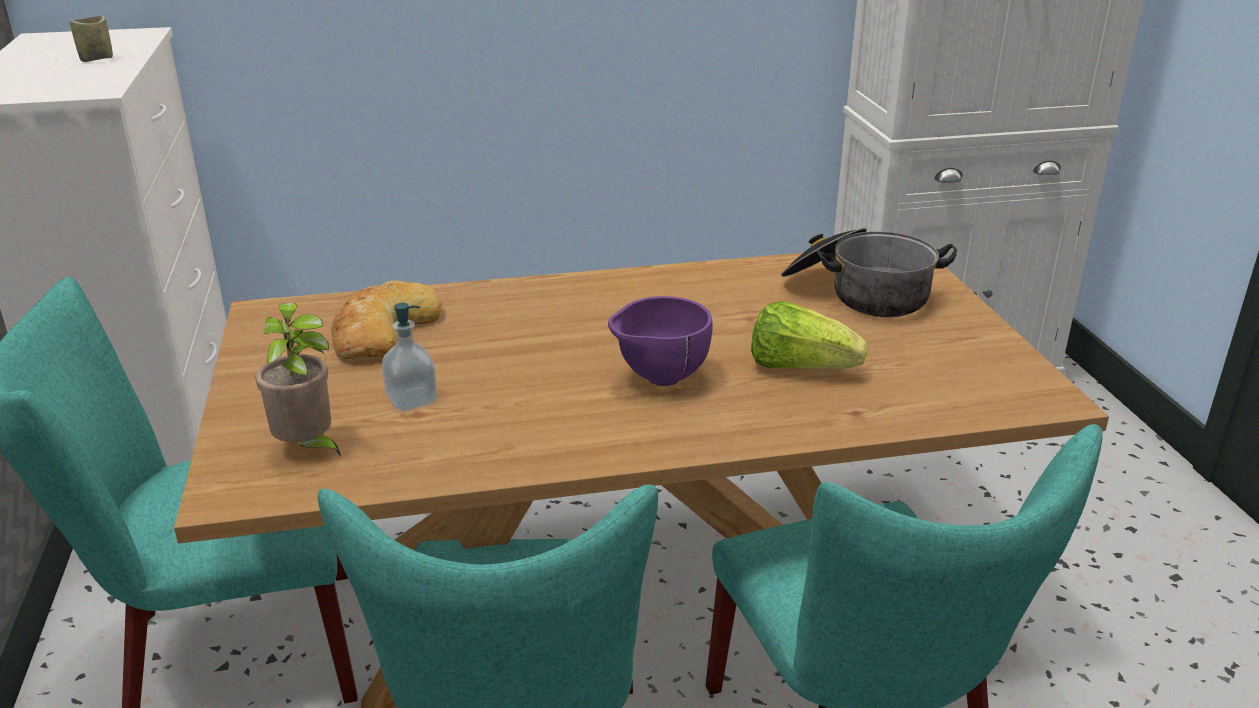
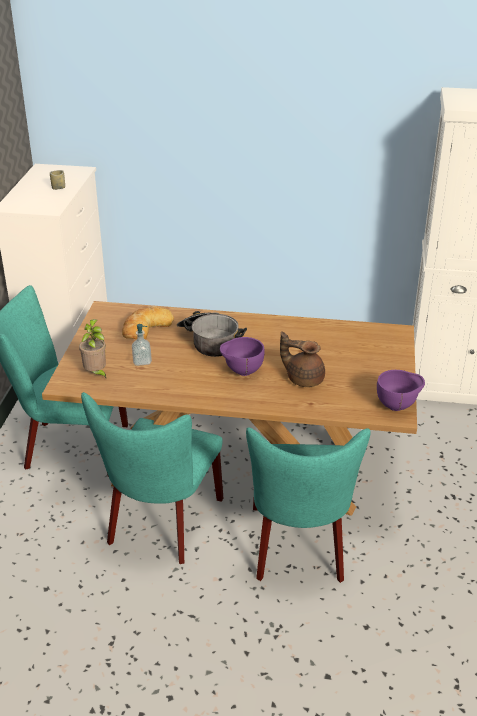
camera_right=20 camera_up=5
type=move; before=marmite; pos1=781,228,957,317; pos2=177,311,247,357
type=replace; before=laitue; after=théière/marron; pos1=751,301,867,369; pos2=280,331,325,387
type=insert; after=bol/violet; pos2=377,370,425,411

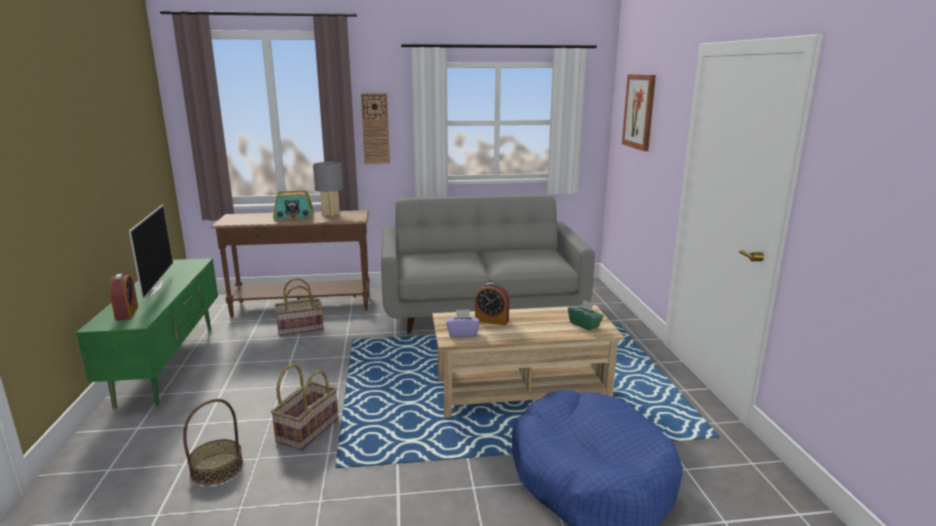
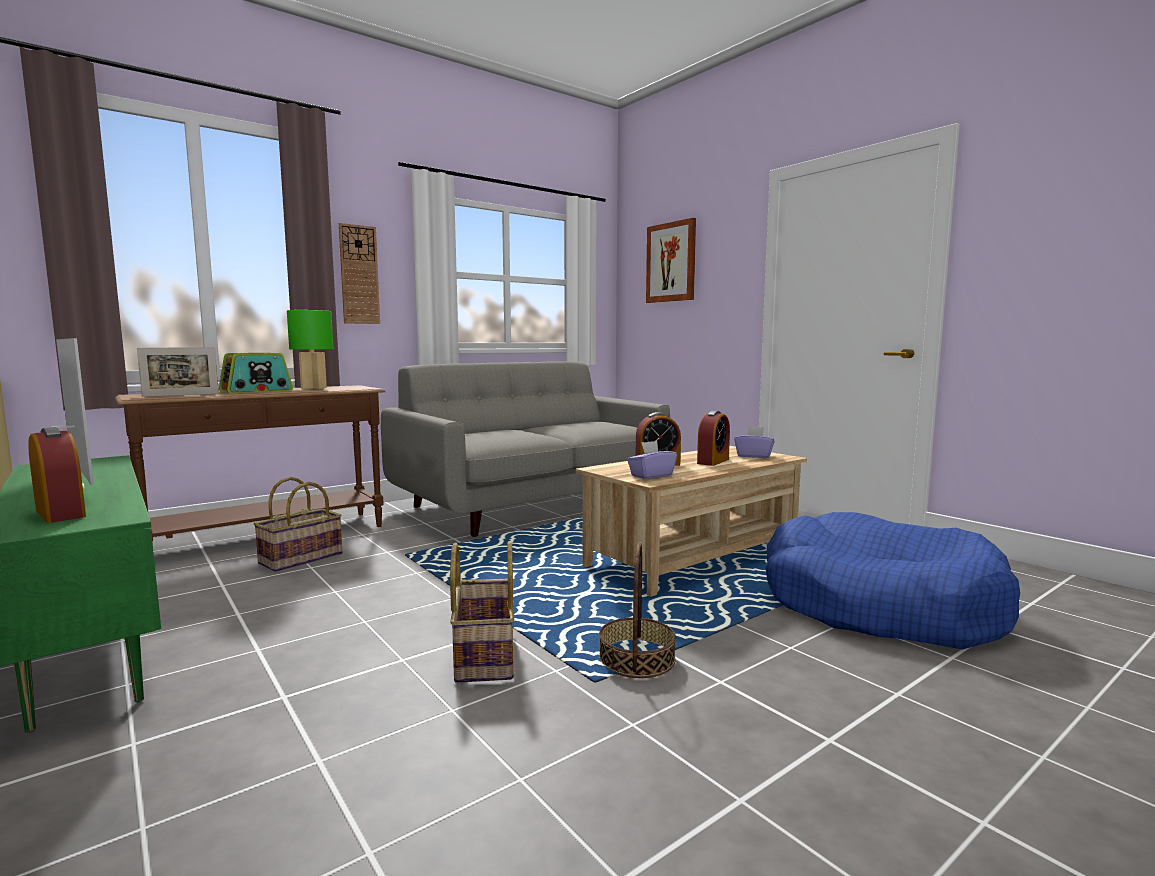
camera_right=-30 camera_up=-10
type=insert; after=cadre photo; pos2=137,347,219,397
type=recolor; before=lampe de table/gris; after=lampe de table/vert; pos1=313,162,343,217; pos2=287,310,333,389
type=move; before=panier; pos1=183,399,243,485; pos2=599,542,676,678
type=insert; after=réveil; pos2=697,411,730,466
type=recolor; before=boîte à mouchoirs/vert; after=boîte à mouchoirs/violet; pos1=568,300,603,330; pos2=734,427,775,458

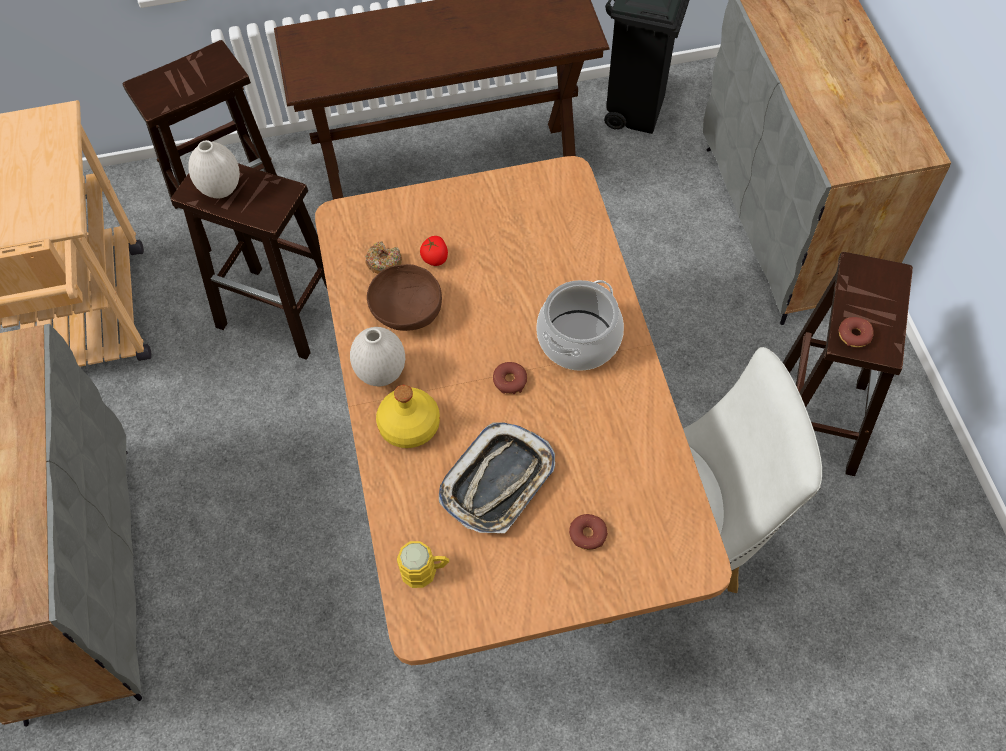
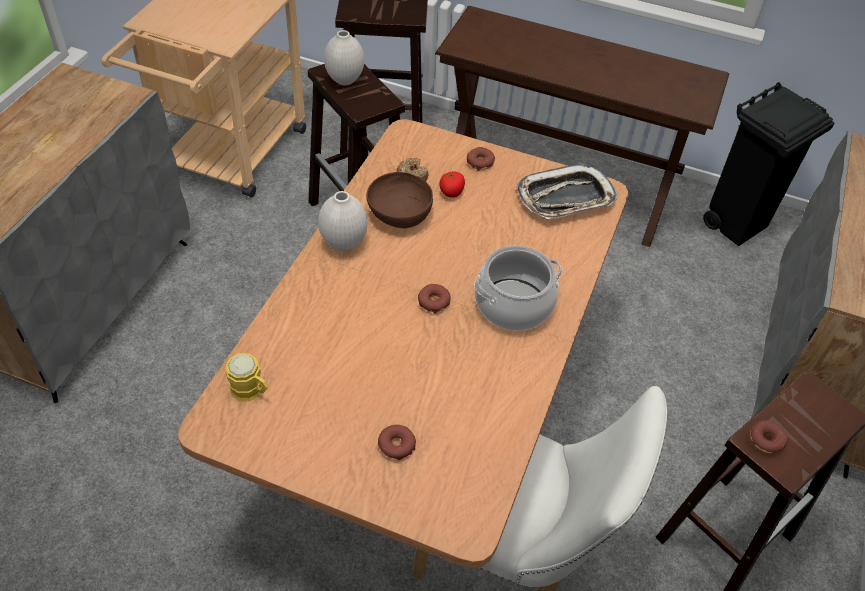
camera_right=30 camera_up=-10
type=insert; after=beignet; pos2=467,147,495,171
type=move; before=plateau; pos1=439,422,555,533; pos2=517,164,617,219
type=delete; before=bouteille/jaune; pos1=376,385,440,448

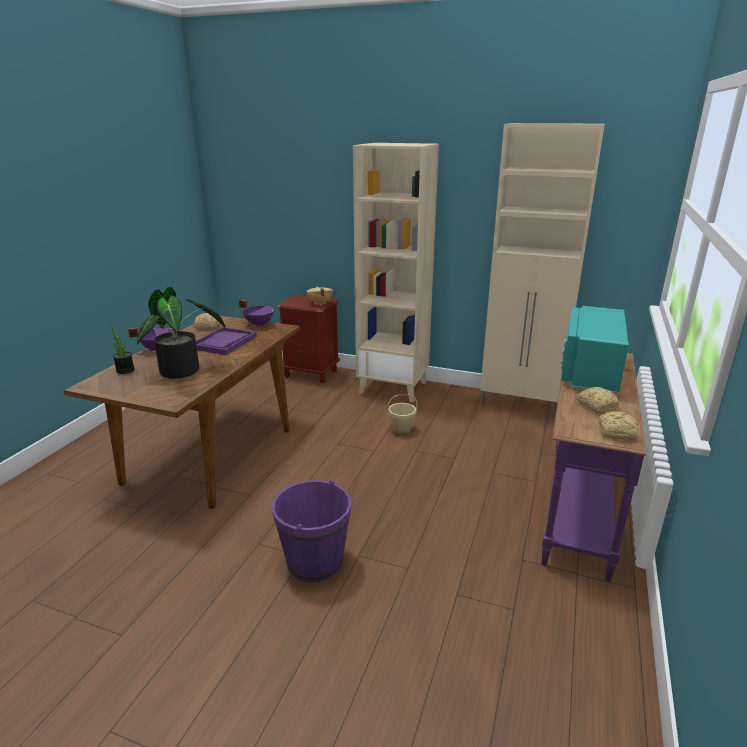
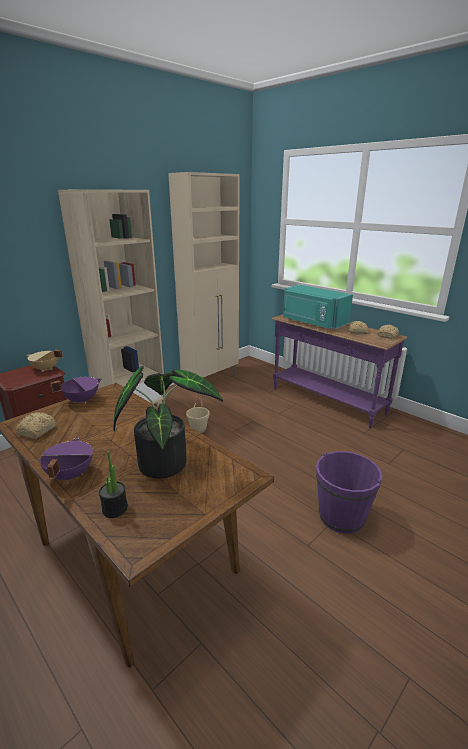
camera_right=-65 camera_up=0
type=delete; before=plateau/violet; pos1=196,327,257,355

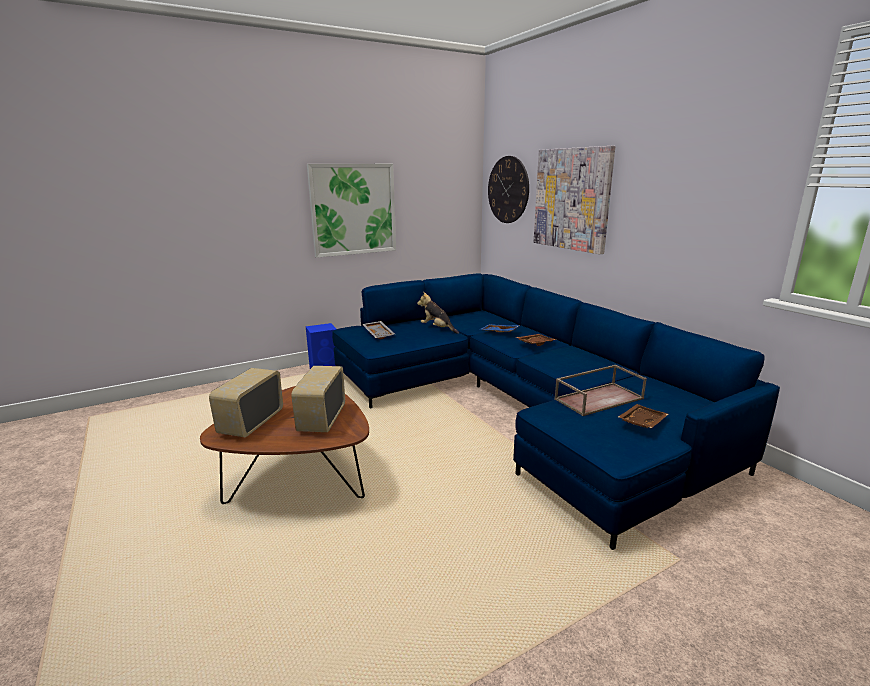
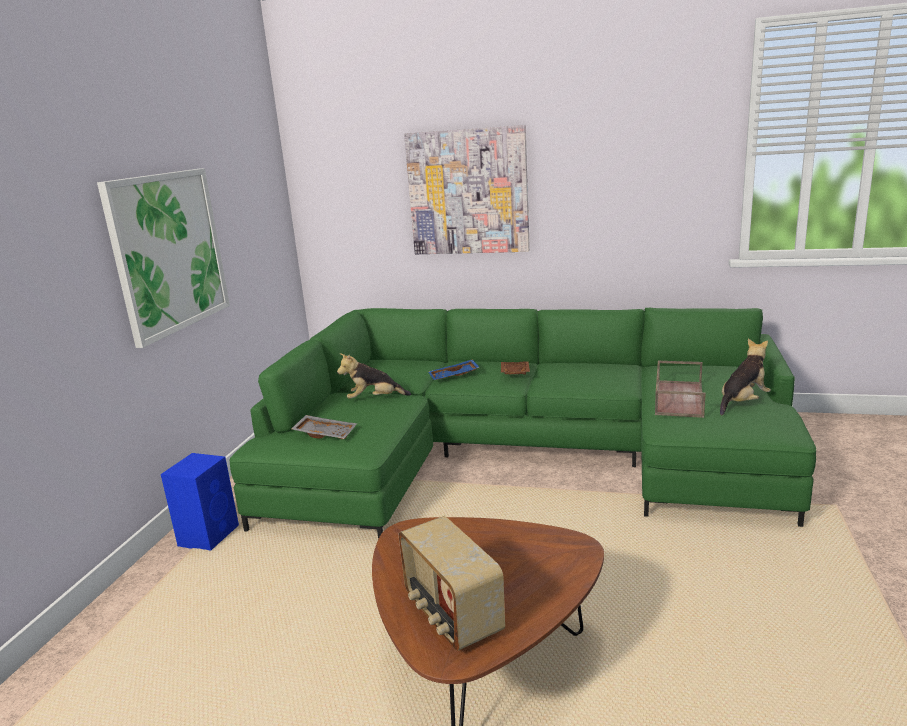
camera_right=-45 camera_up=0
type=recolor; before=canapé/bleu; after=canapé/vert; pos1=332,273,780,550; pos2=230,308,816,539
type=replace; before=plateau/marron; after=peluche; pos1=618,404,669,428; pos2=720,339,771,415
type=delete; before=radio; pos1=291,366,345,432
type=delete; before=horloge murale; pos1=488,156,529,223

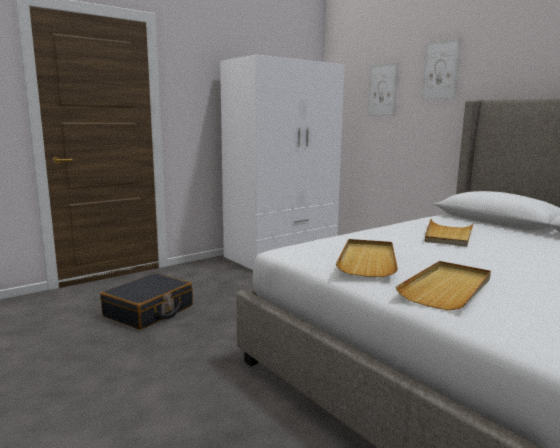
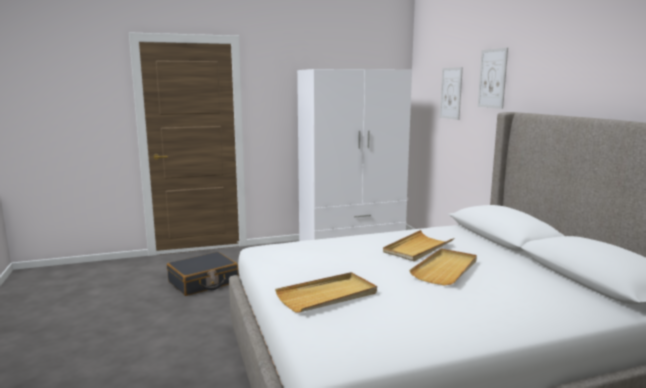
camera_right=20 camera_up=0
type=move; before=plateau/beige; pos1=336,239,398,277; pos2=409,248,477,286

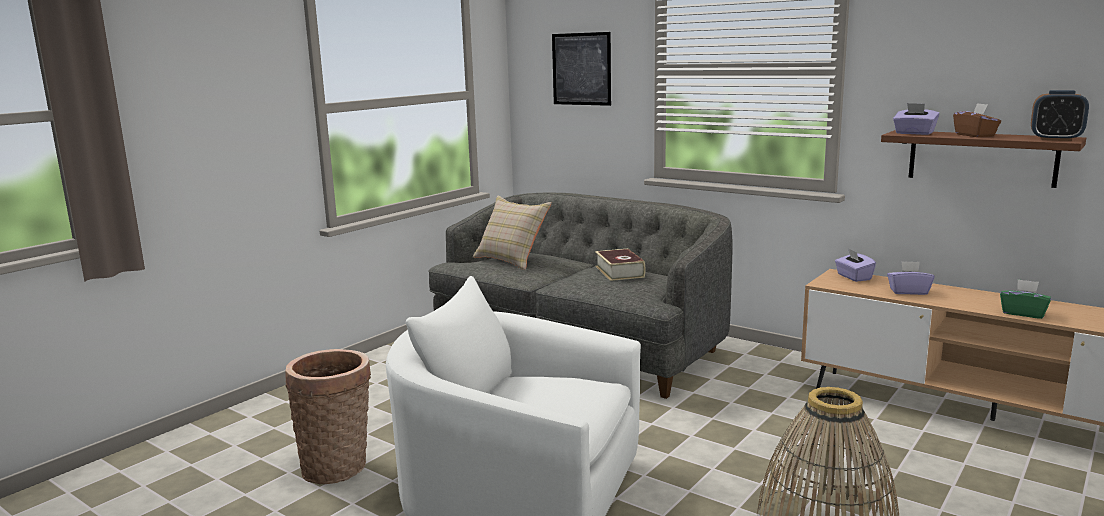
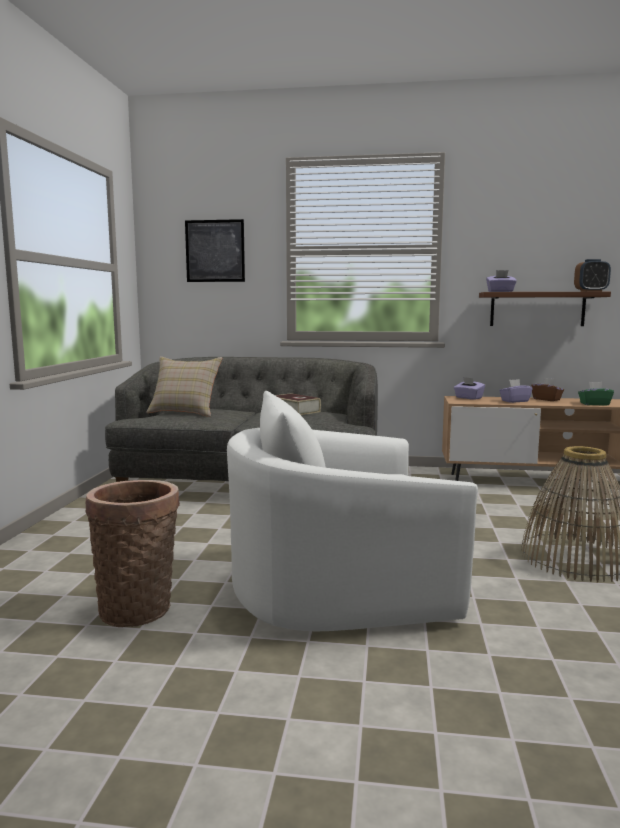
camera_right=-30 camera_up=-5
type=move; before=boîte à mouchoirs/marron; pos1=953,103,1001,137; pos2=531,378,564,401

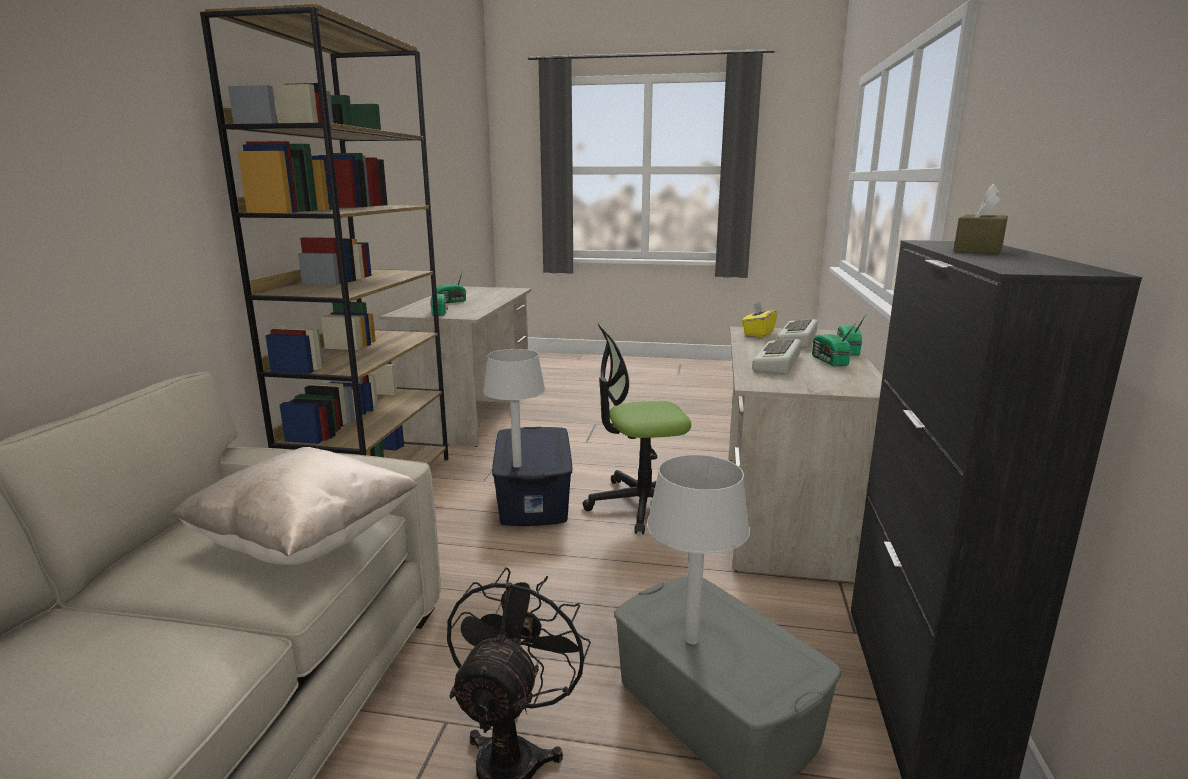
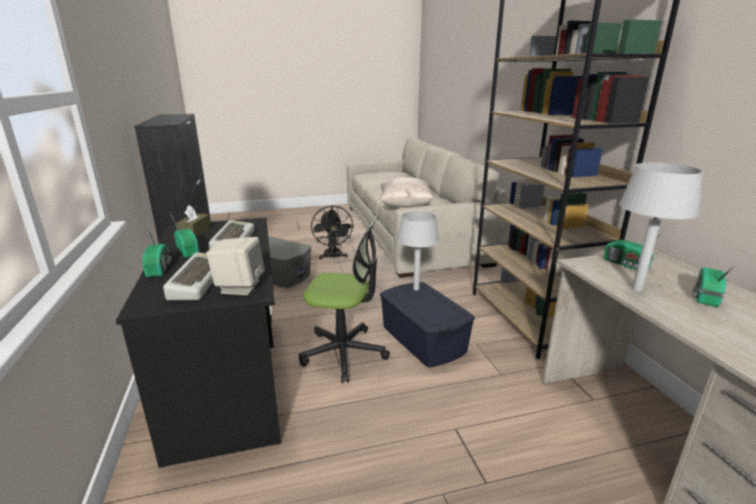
camera_right=155 camera_up=5
type=recolor; before=bureau/beige; after=bureau/noir; pos1=729,327,882,582; pos2=116,218,281,468
type=move; before=boîte à mouchoirs/marron; pos1=954,184,1008,254; pos2=176,205,211,237
type=replace; before=boîte à mouchoirs/jaune; after=enceinte/beige; pos1=742,302,778,337; pos2=206,237,265,295
type=rotate; before=chaise de bureau; pos1=583,323,691,534; pos2=299,214,390,383; turn=45
type=move; before=lampe de table/gris; pos1=647,455,750,644; pos2=619,163,703,292

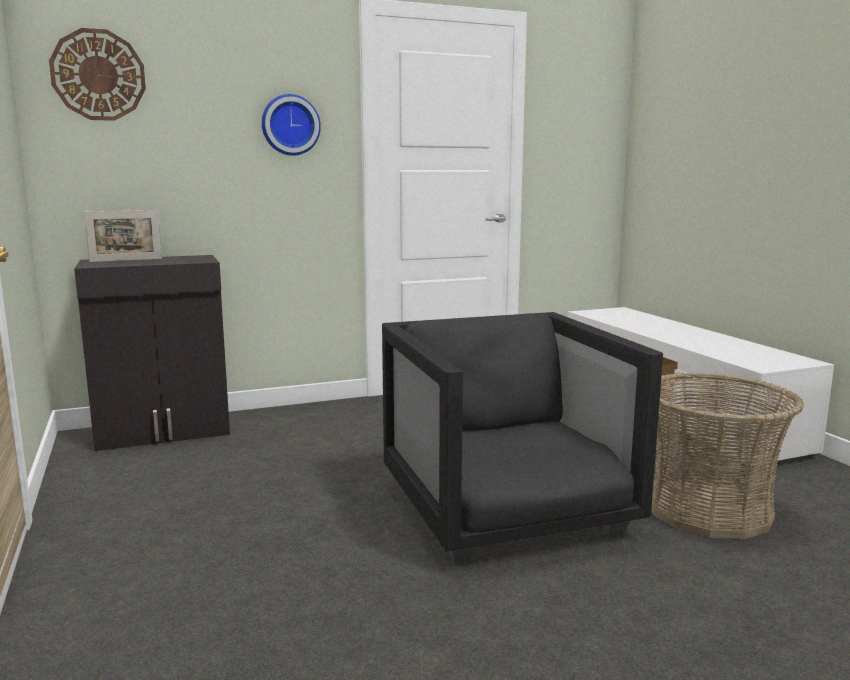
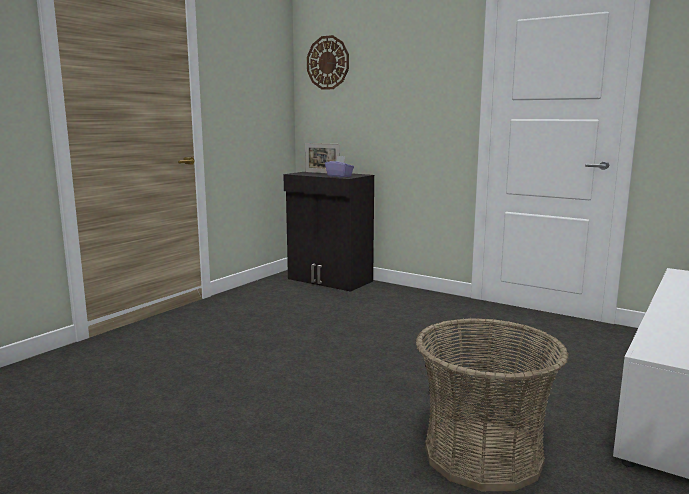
camera_right=55 camera_up=0
type=insert; after=boîte à mouchoirs/violet; pos2=325,156,354,177
type=delete; before=horloge murale; pos1=262,94,321,156
type=delete; before=fauteuil/noir; pos1=382,312,663,565

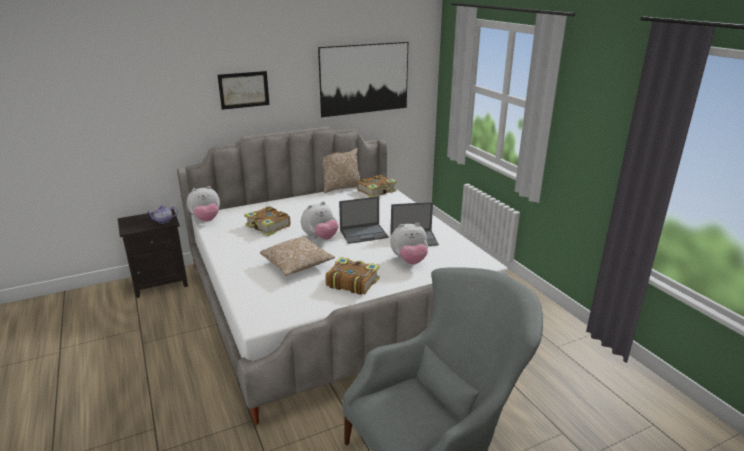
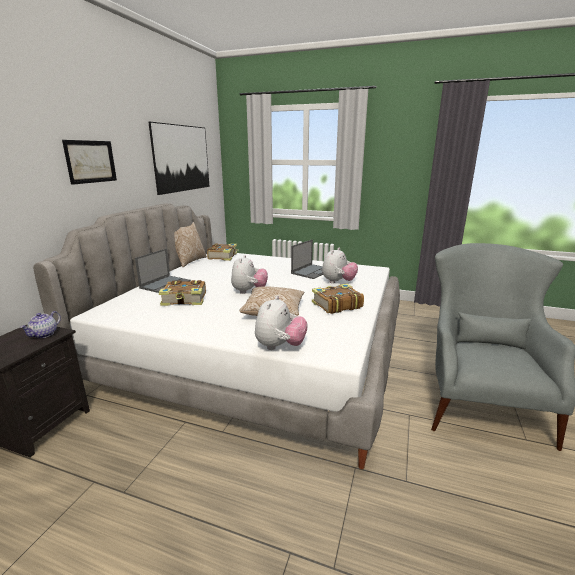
camera_right=-45 camera_up=-5
type=move; before=ordinateur portable; pos1=339,196,389,244; pos2=135,249,191,293
type=move; before=peluche; pos1=187,186,220,222; pos2=255,296,308,350

